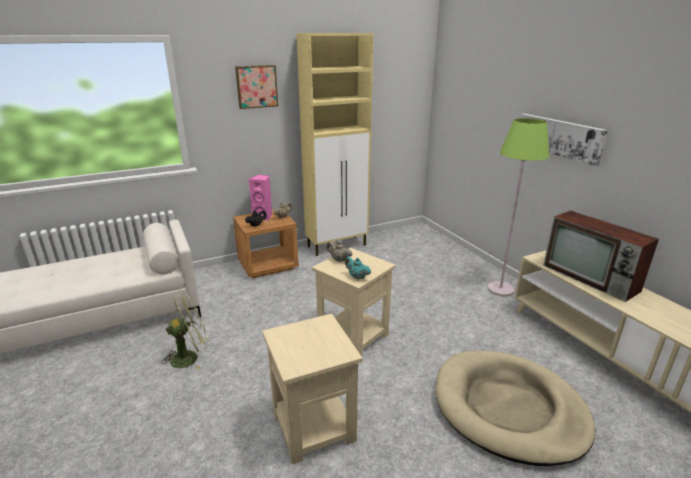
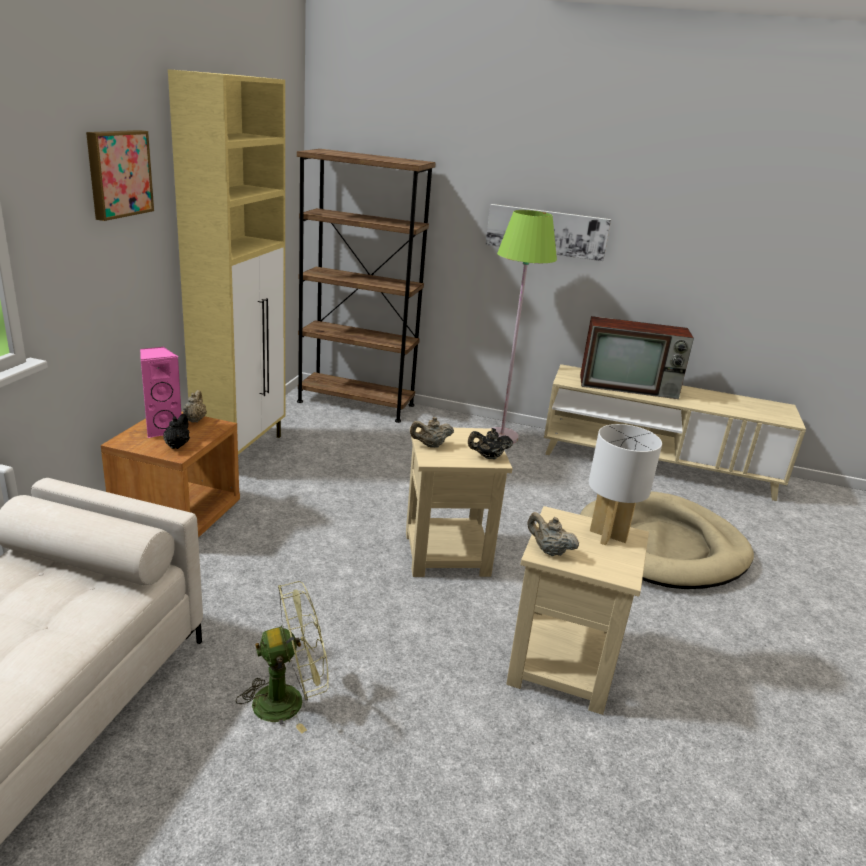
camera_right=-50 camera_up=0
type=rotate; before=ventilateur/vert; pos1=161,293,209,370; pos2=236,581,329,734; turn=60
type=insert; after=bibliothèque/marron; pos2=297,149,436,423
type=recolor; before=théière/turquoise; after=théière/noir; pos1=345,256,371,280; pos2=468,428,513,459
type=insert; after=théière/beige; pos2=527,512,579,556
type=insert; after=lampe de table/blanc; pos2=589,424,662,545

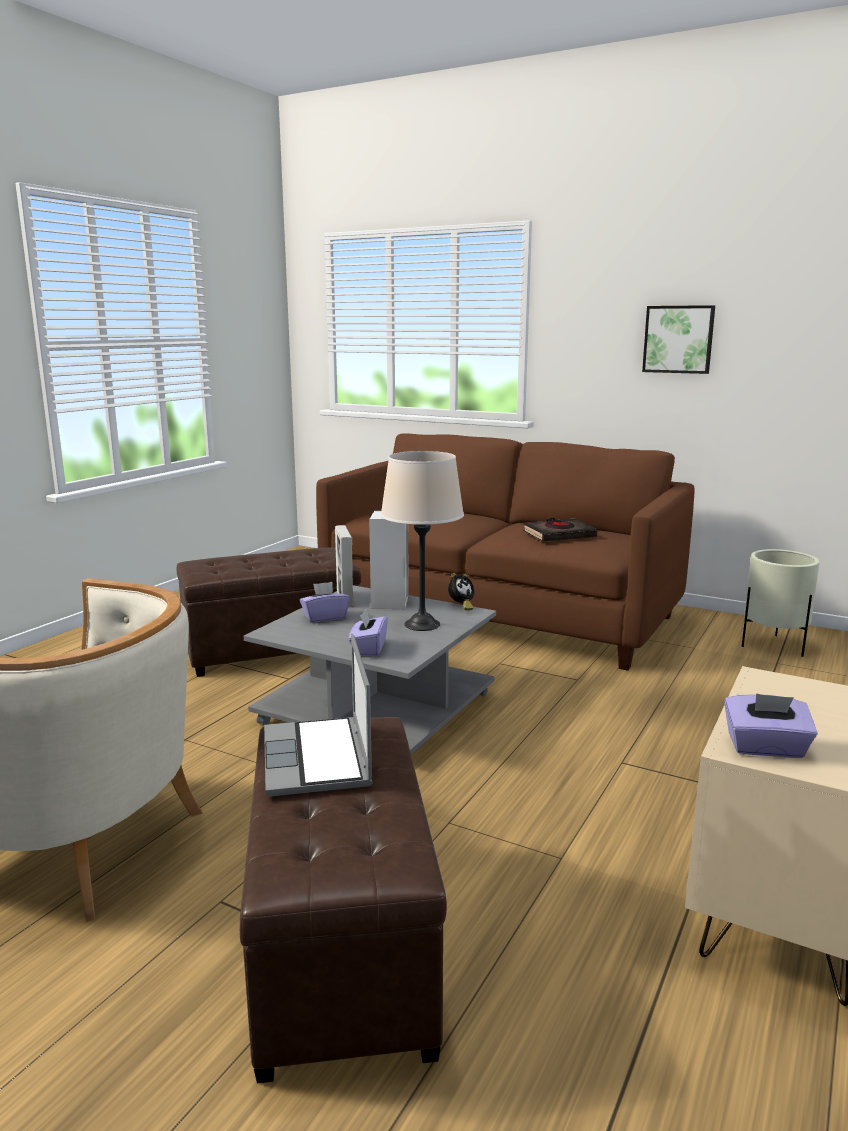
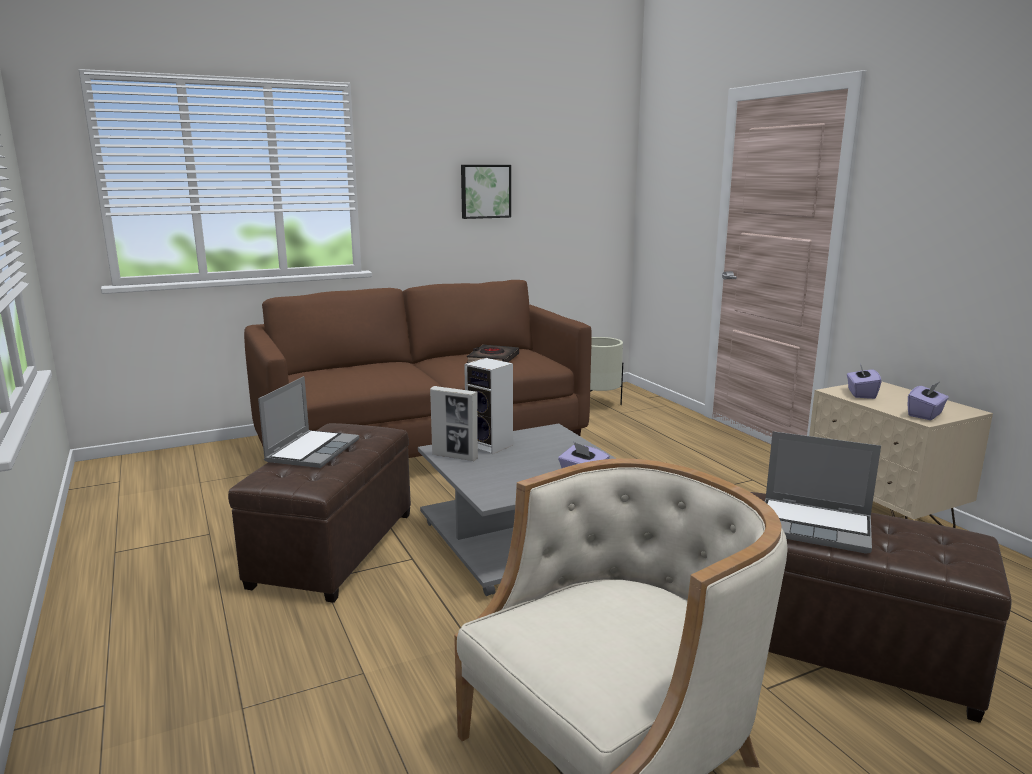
camera_right=-55 camera_up=0
type=insert; after=ordinateur portable; pos2=258,376,359,468
type=move; before=boîte à mouchoirs/violet; pos1=300,582,350,623; pos2=847,364,882,399
type=delete; before=lampe de table/beige; pos1=381,451,464,631
type=delete; before=réveil; pos1=448,573,475,610

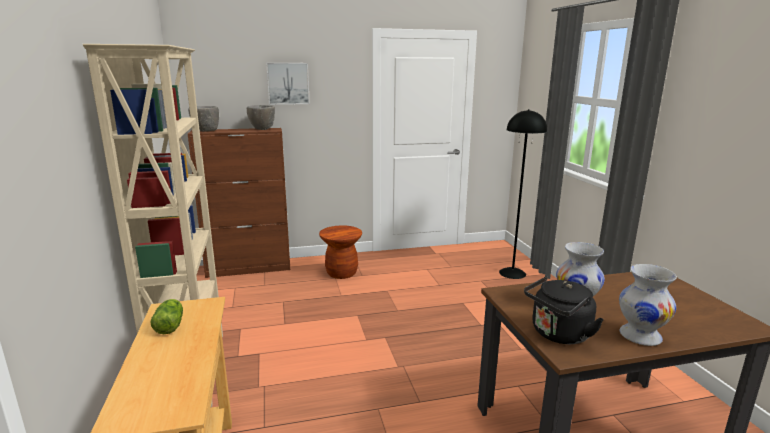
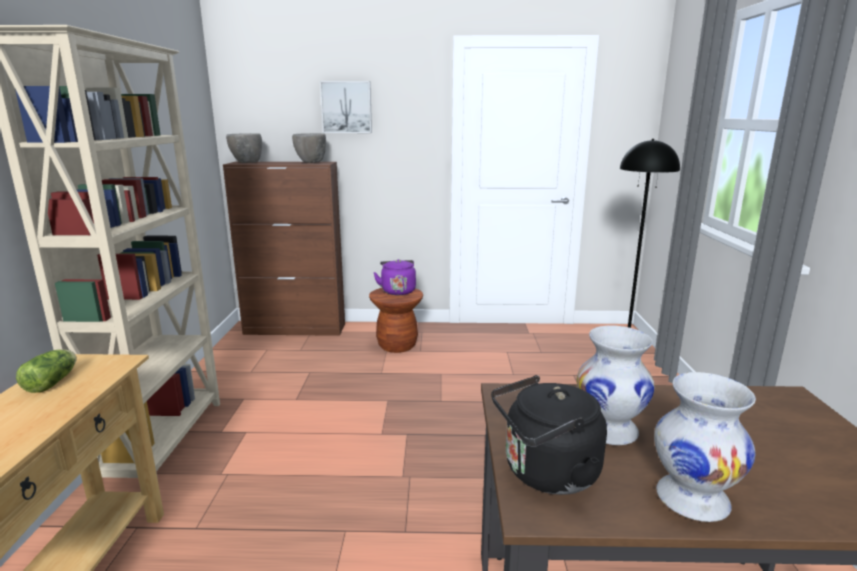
camera_right=15 camera_up=0
type=insert; after=bouilloire/violet; pos2=373,259,416,295

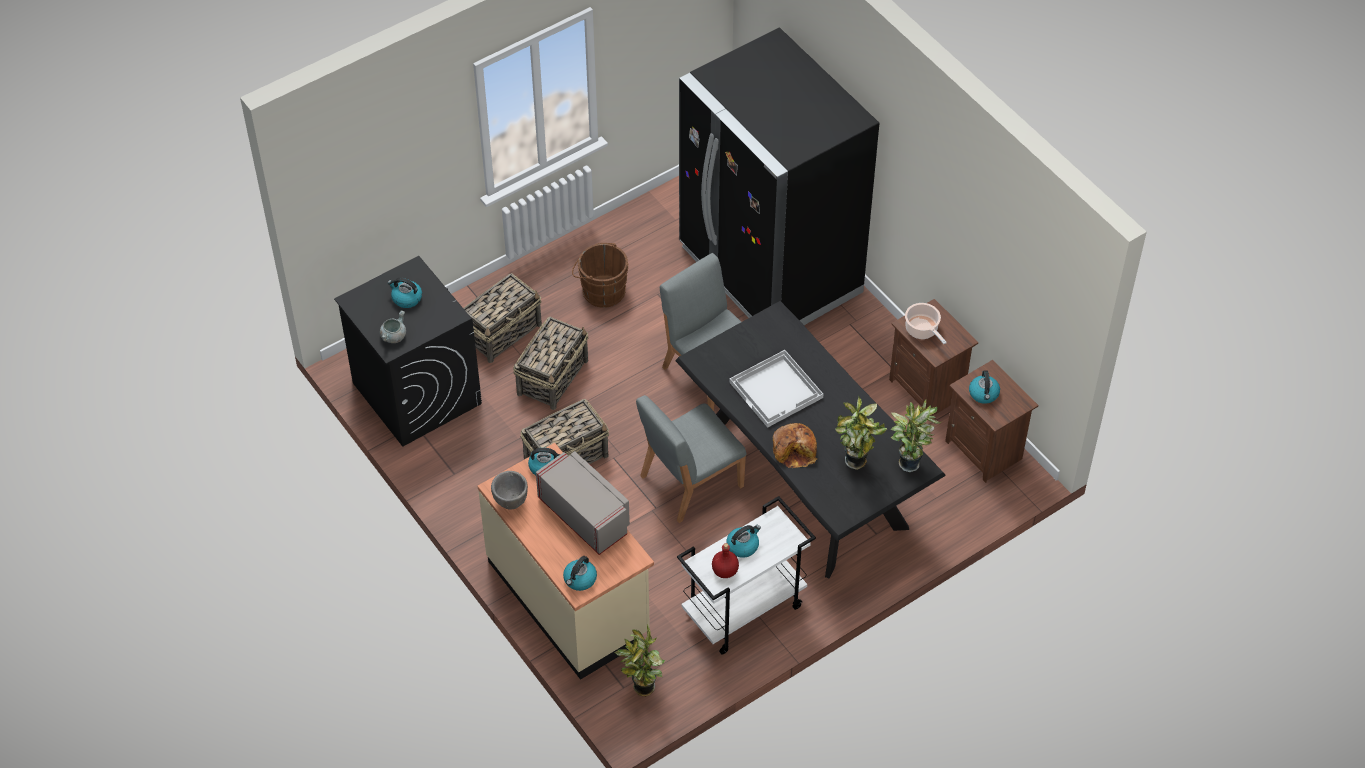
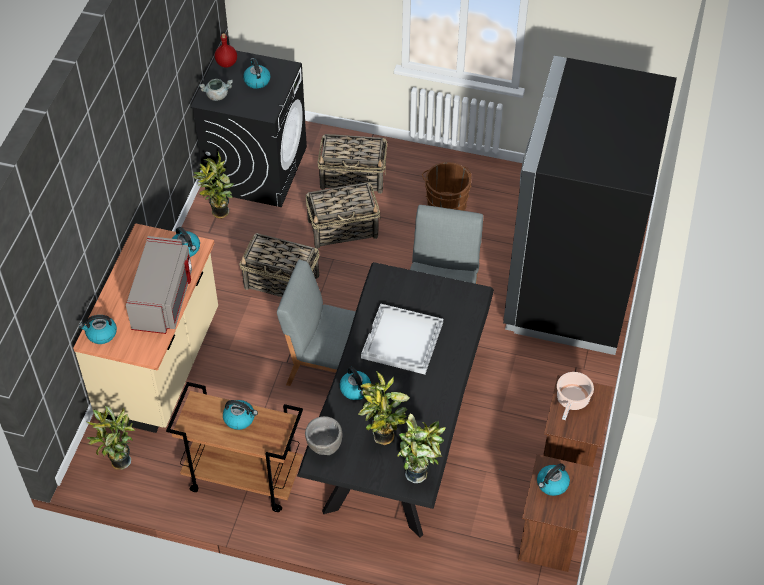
camera_right=50 camera_up=0
type=recolor; before=chariot/blanc; after=chariot/marron; pos1=677,496,816,655; pos2=166,382,303,512
type=insert; after=plante en pot; pos2=192,152,234,219
type=move; before=bouteille/rouge; pos1=712,543,739,578; pos2=215,33,237,68
type=move; before=bol/gris; pos1=491,471,528,510; pos2=305,416,342,455
type=replace; before=pain; after=bouilloire; pos1=773,423,818,468; pos2=340,367,371,400

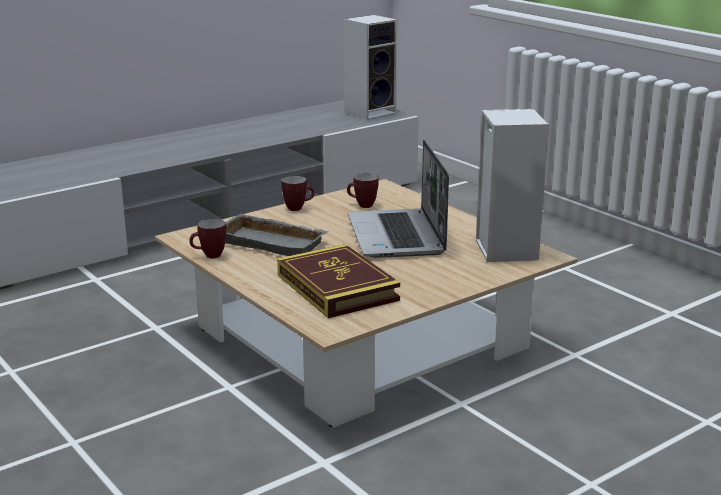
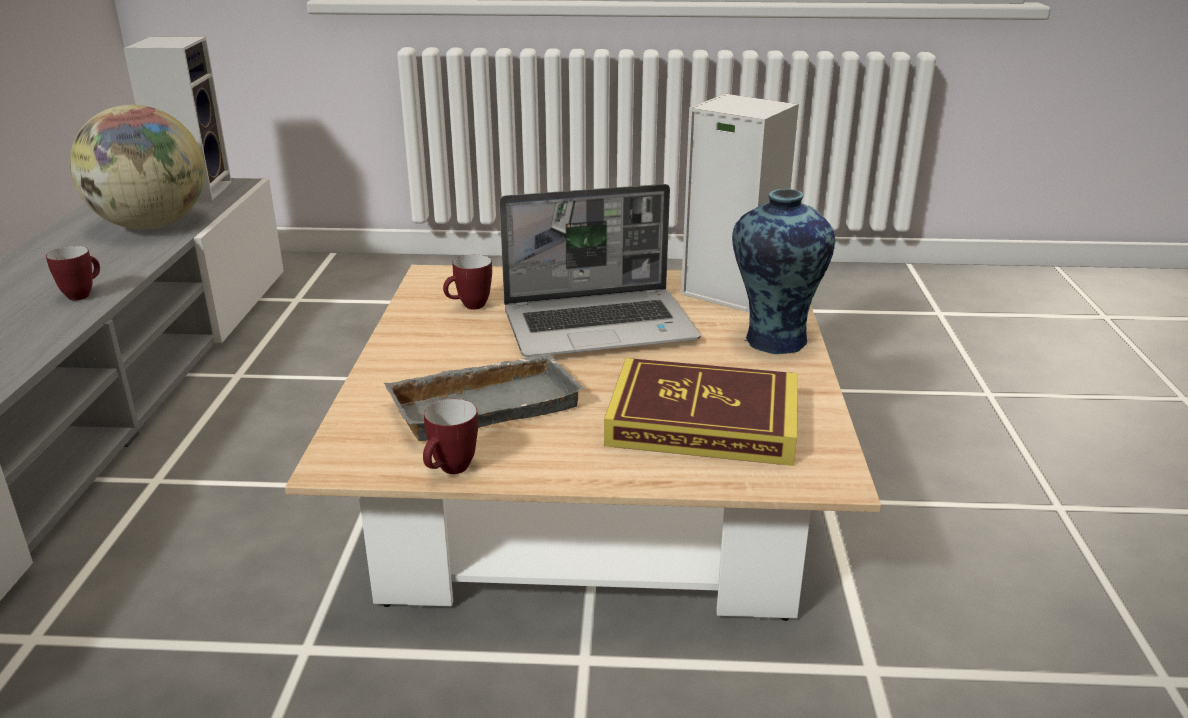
camera_right=-50 camera_up=5
type=move; before=mug; pos1=282,176,314,211; pos2=46,246,100,300
type=insert; after=globe; pos2=70,105,205,230
type=rotate; before=ordinateur portable; pos1=348,140,449,258; pos2=499,184,701,357; turn=-45
type=insert; after=vase; pos2=732,189,835,354

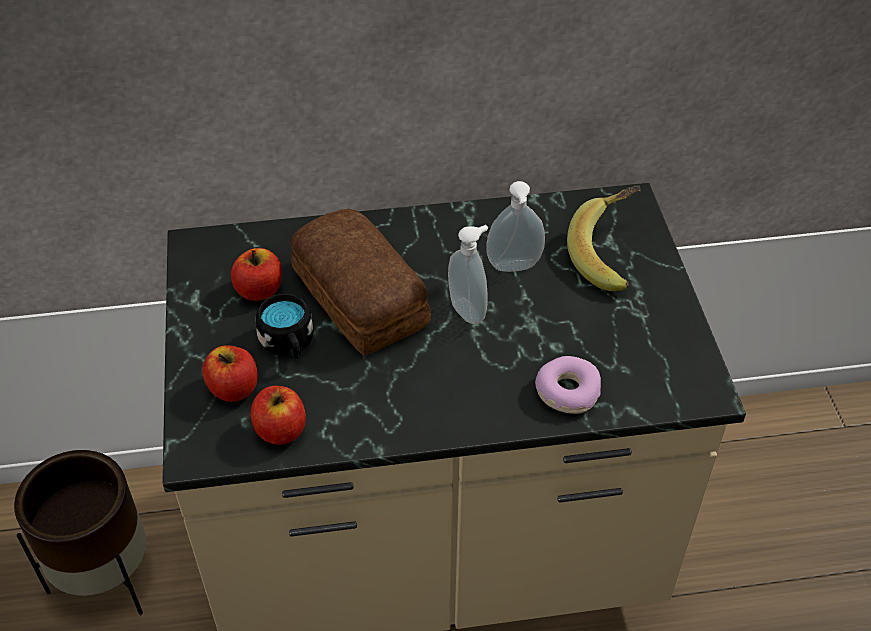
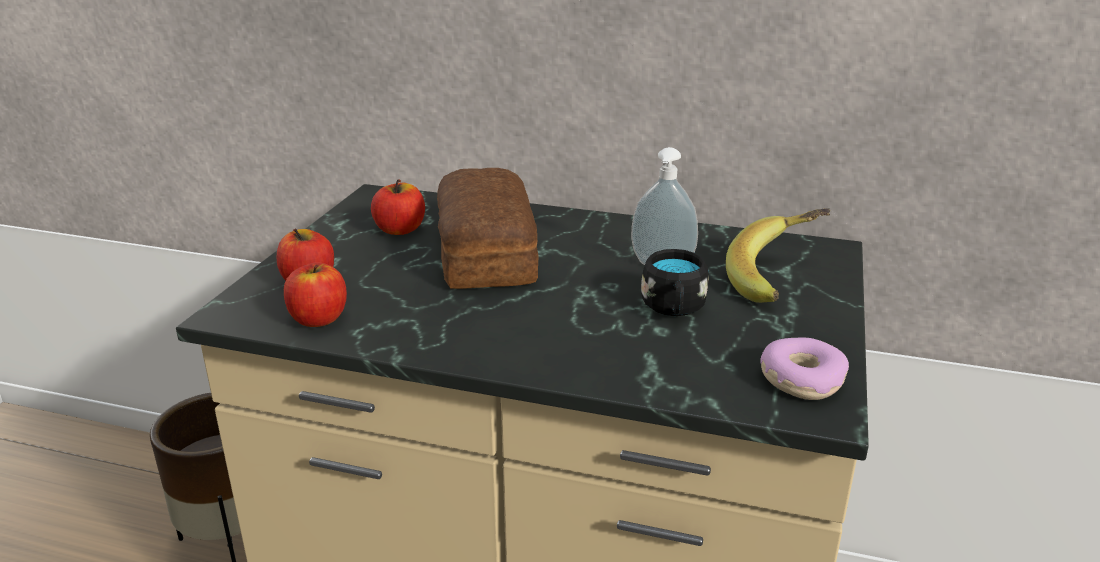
camera_right=25 camera_up=-20
type=move; before=mug/noir; pos1=255,294,314,359; pos2=641,249,709,316
type=move; before=beignet; pos1=535,356,601,414; pos2=760,337,849,400
type=delete; before=distributeur de savon; pos1=448,225,488,324

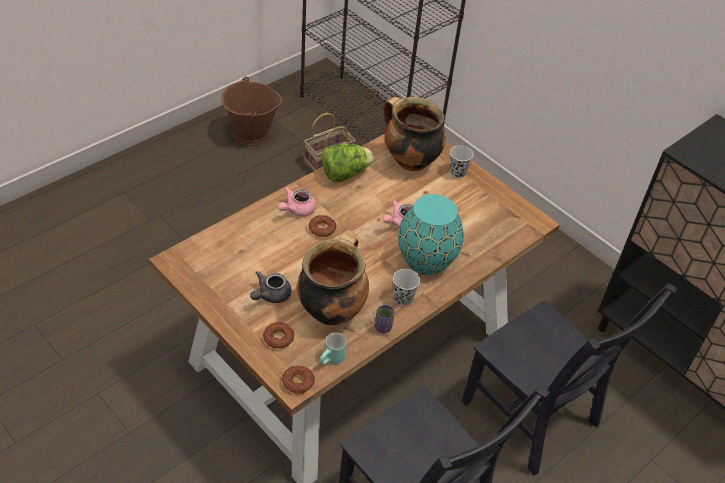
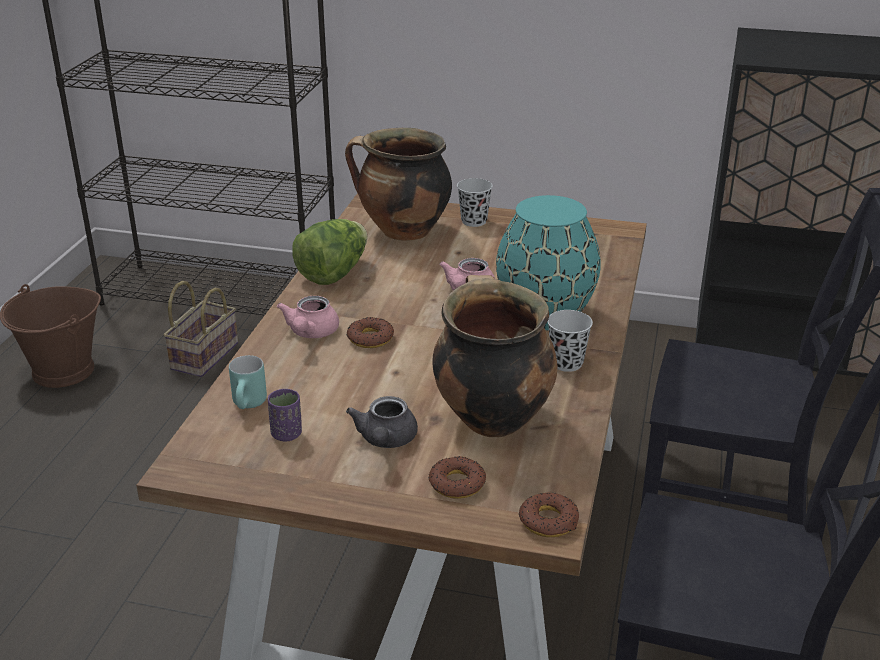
camera_right=-30 camera_up=-15
type=move; before=mug/turquoise; pos1=320,333,347,365; pos2=229,355,267,409
type=move; before=tasse/violet; pos1=375,305,395,333; pos2=268,389,302,442

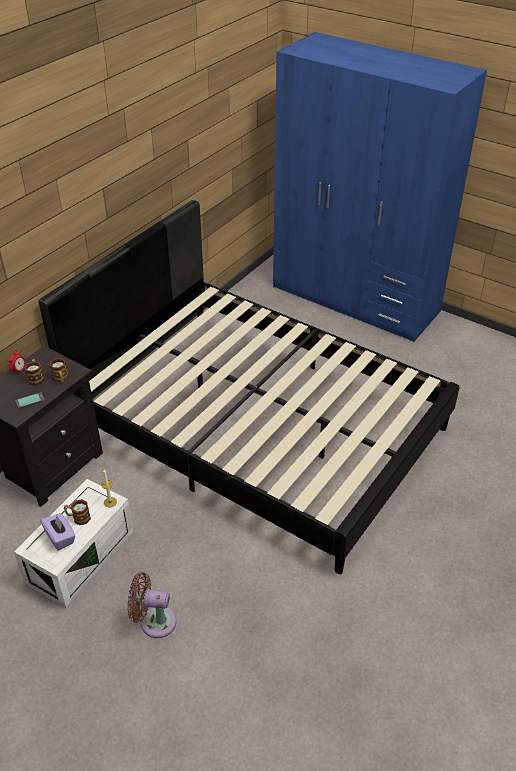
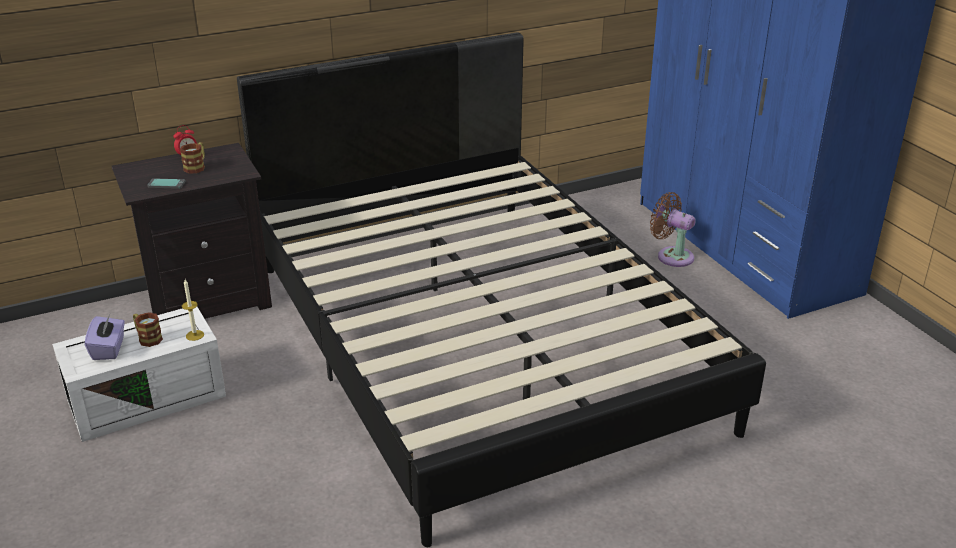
camera_right=30 camera_up=-10
type=move; before=ventilateur/marron; pos1=127,572,176,638; pos2=650,192,696,267
type=delete; before=mug; pos1=49,358,69,383

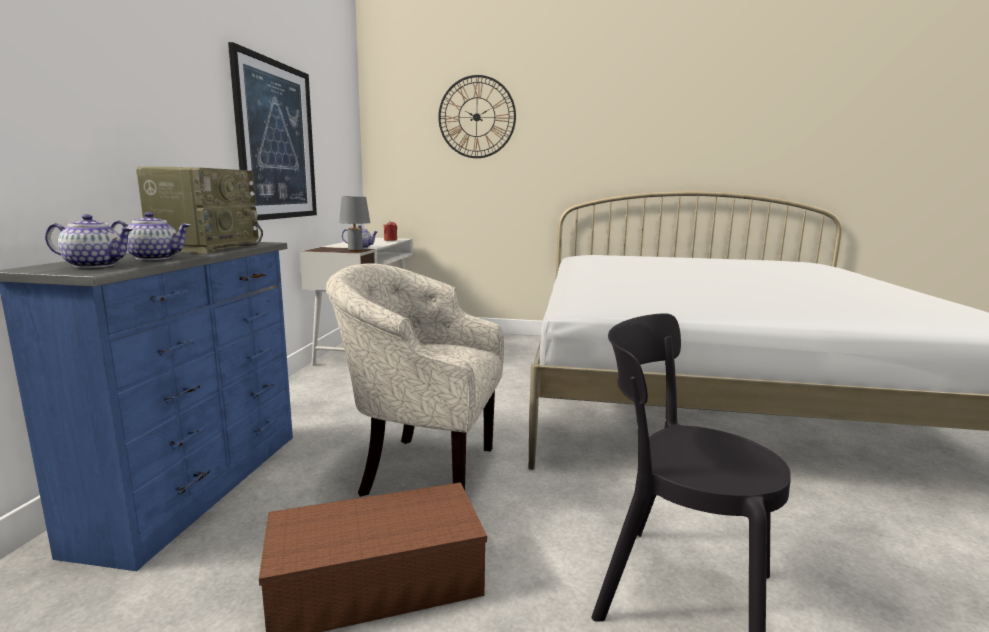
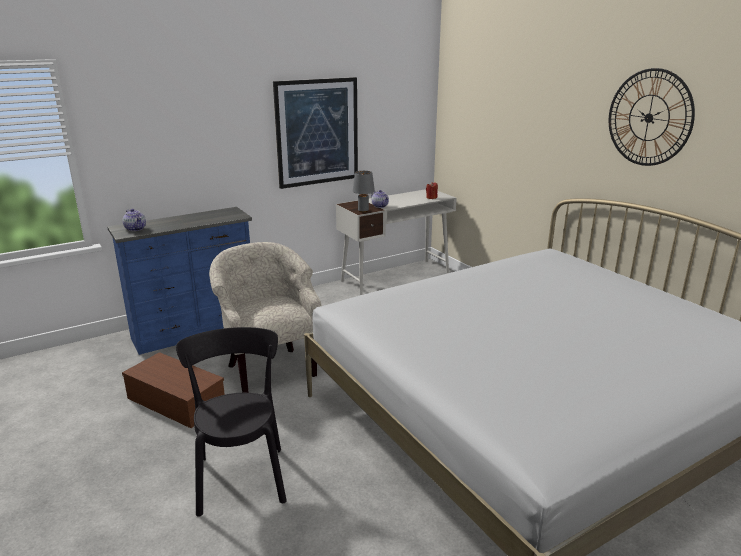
camera_right=50 camera_up=10
type=move; before=horloge murale; pos1=438,75,516,158; pos2=609,68,695,166
type=delete; before=théière; pos1=111,212,191,260
type=delete; before=radio; pos1=136,166,263,253

